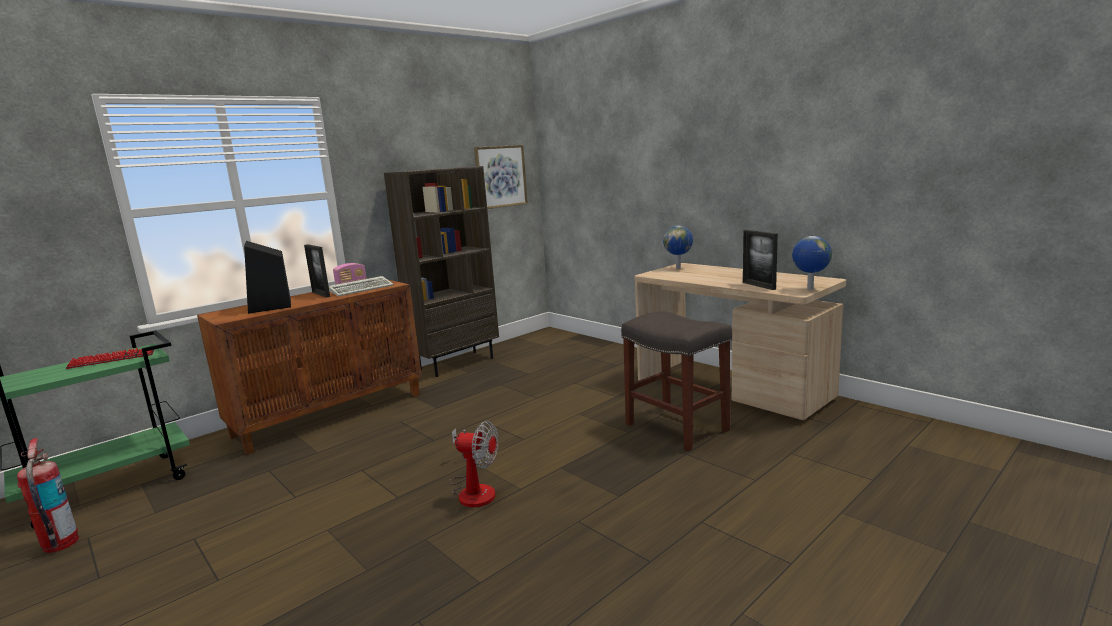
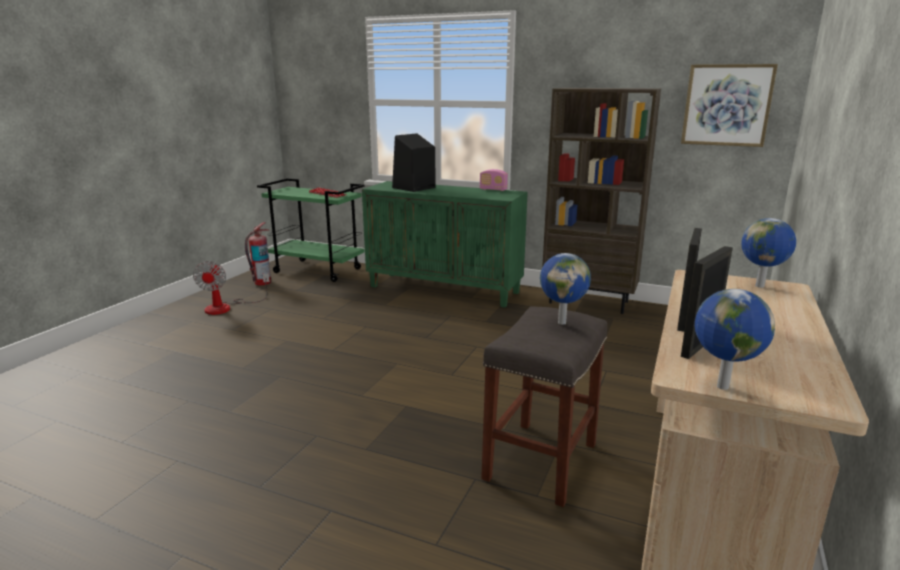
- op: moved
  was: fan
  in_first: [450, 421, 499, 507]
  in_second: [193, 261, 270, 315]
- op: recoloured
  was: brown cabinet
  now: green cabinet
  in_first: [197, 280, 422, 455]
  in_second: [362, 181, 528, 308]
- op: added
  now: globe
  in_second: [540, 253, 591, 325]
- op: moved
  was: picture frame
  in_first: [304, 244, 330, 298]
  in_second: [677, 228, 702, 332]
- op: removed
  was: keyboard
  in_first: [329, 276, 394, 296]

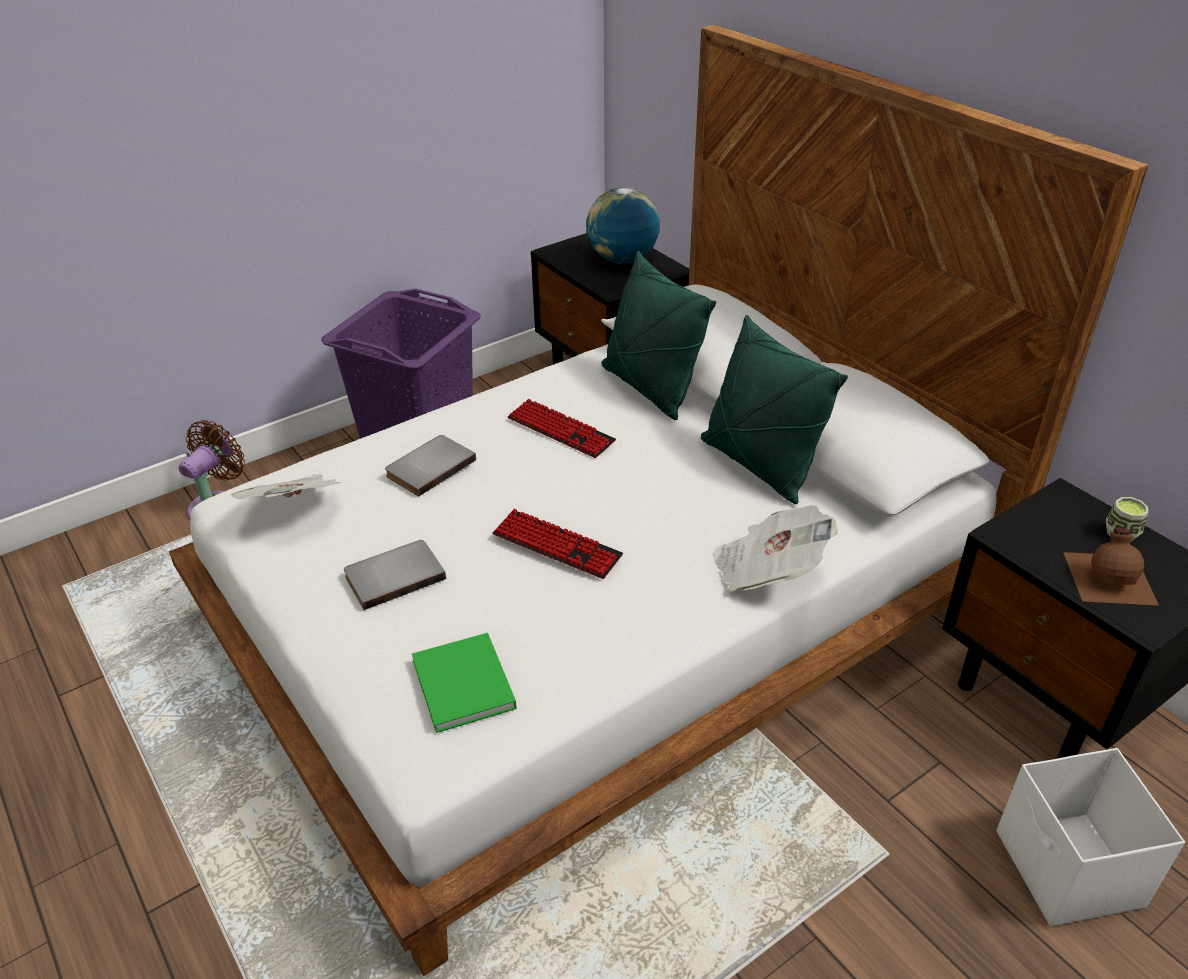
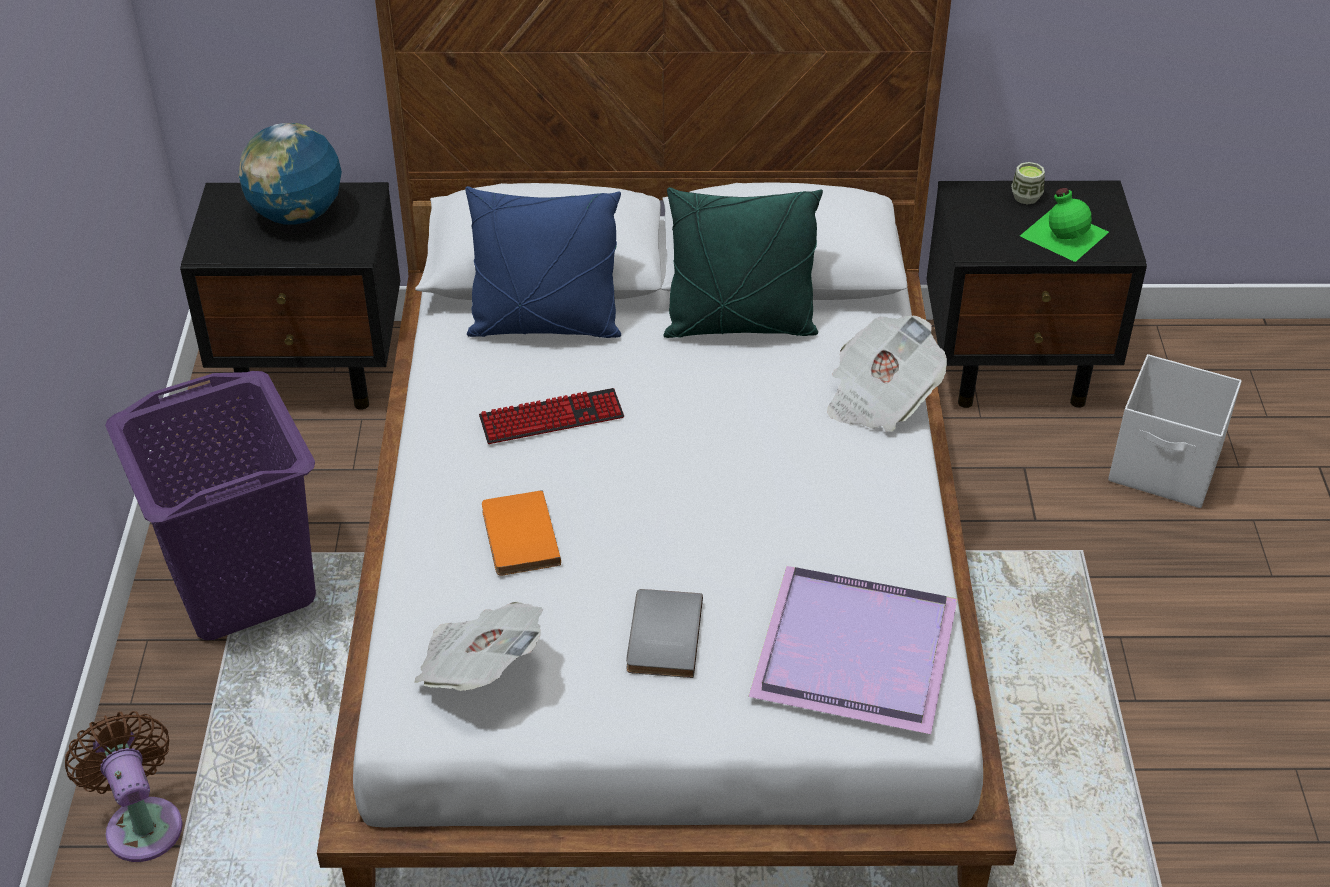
- op: recoloured
  was: green pillow
  now: blue pillow
  in_first: [601, 251, 716, 420]
  in_second: [465, 186, 621, 338]
- op: recoloured
  was: grey book
  now: orange book
  in_first: [385, 435, 476, 497]
  in_second: [482, 490, 561, 576]
- op: replaced
  was: green book
  now: purple tray
  in_first: [412, 633, 517, 733]
  in_second: [748, 566, 957, 734]
- op: recoloured
  was: brown bottle
  now: green bottle
  in_first: [1063, 528, 1159, 606]
  in_second: [1020, 188, 1109, 262]
- op: removed
  was: keyboard
  in_first: [493, 509, 623, 579]

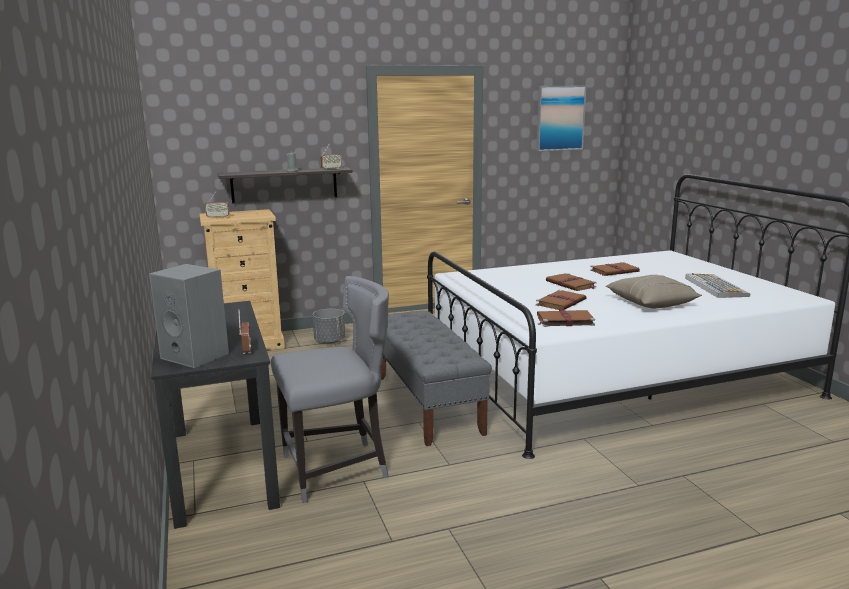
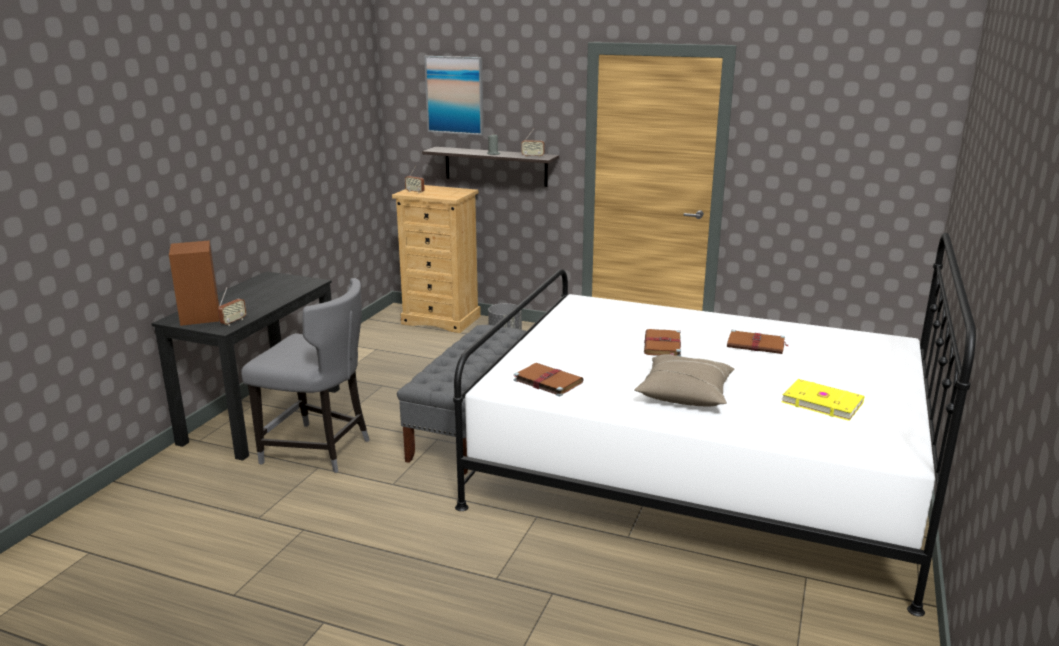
- op: recoloured
  was: grey speaker
  now: brown speaker
  in_first: [149, 264, 229, 368]
  in_second: [169, 240, 219, 326]
- op: moved
  was: picture
  in_first: [536, 86, 586, 151]
  in_second: [424, 56, 484, 135]
- op: replaced
  was: keyboard
  now: yellow book
  in_first: [685, 273, 750, 298]
  in_second: [782, 379, 864, 421]
- op: removed
  was: brown book
  in_first: [536, 290, 587, 310]

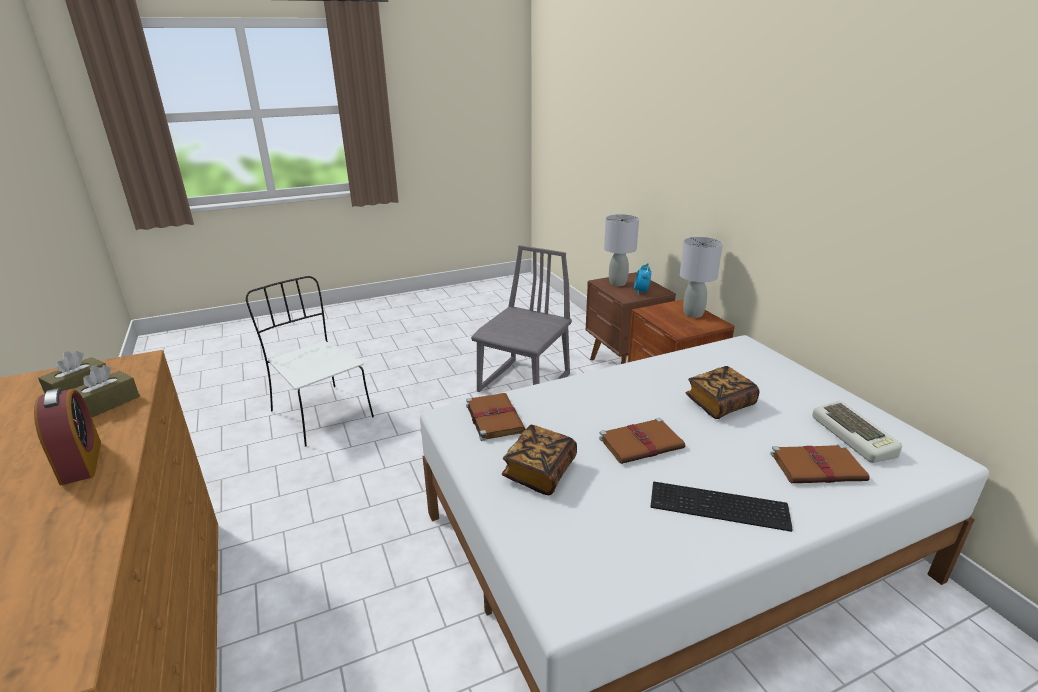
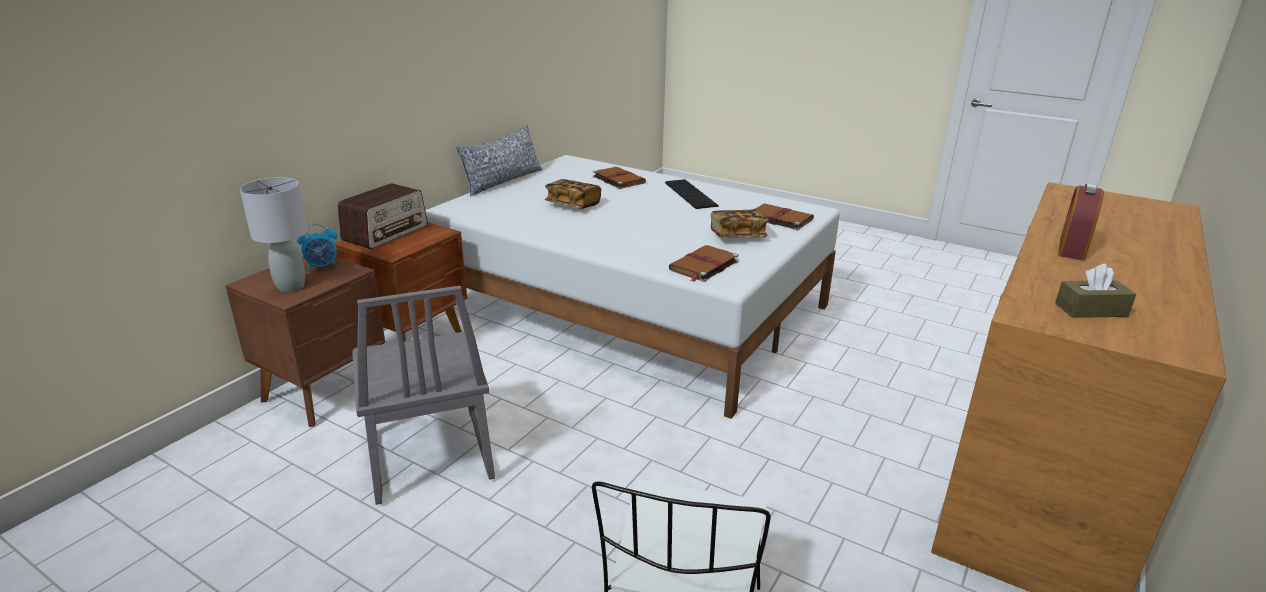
- op: replaced
  was: grey table lamp
  now: radio
  in_first: [680, 237, 723, 318]
  in_second: [338, 183, 428, 249]
- op: turned
  was: grey chair
  in_first: [471, 245, 572, 392]
  in_second: [353, 286, 495, 505]
  clockwise: -105
- op: added
  now: pillow
  in_second: [456, 125, 542, 197]
- op: moved
  was: brown book
  in_first: [599, 418, 685, 464]
  in_second: [753, 203, 814, 230]
- op: removed
  was: brown tissue box
  in_first: [74, 365, 140, 418]
- op: removed
  was: keyboard
  in_first: [812, 401, 902, 463]

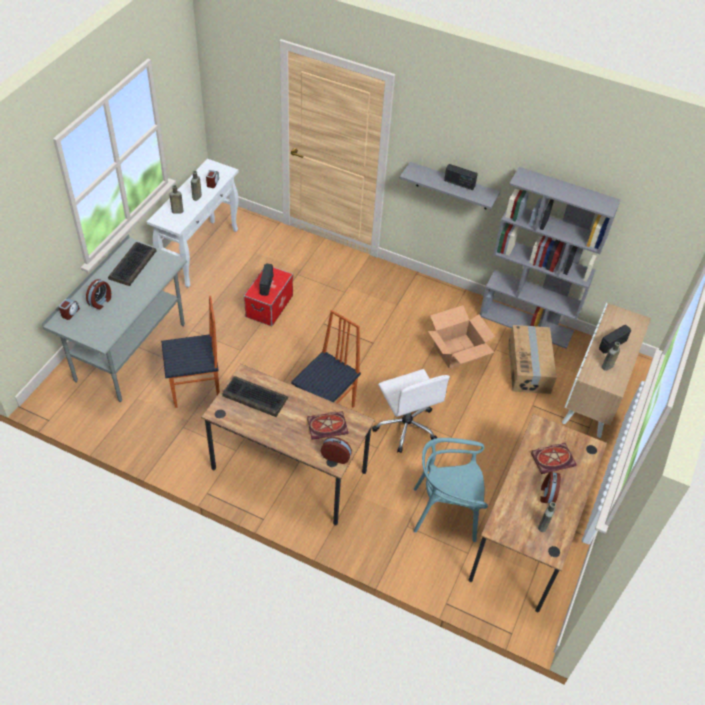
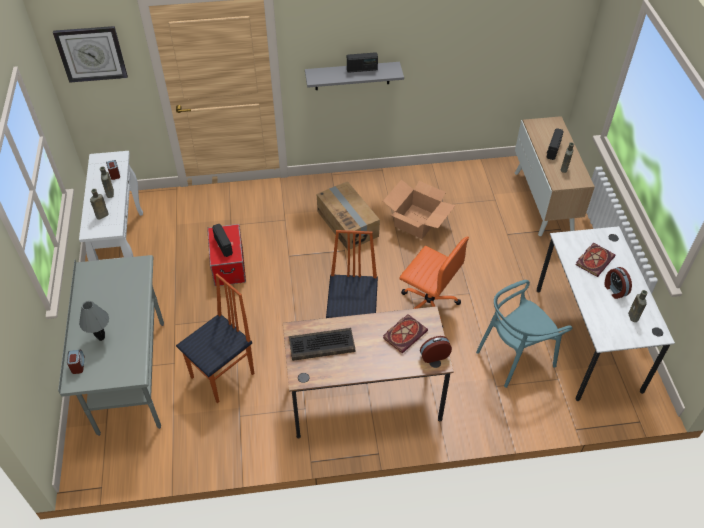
- op: added
  now: wall clock
  in_second: [53, 26, 128, 83]
- op: replaced
  was: alarm clock
  now: grey table lamp
  in_first: [86, 279, 111, 309]
  in_second: [79, 301, 109, 341]
- op: moved
  was: cardboard box
  in_first: [508, 325, 557, 394]
  in_second: [317, 181, 380, 250]
- op: recoloured
  was: white office chair
  now: orange office chair
  in_first: [372, 369, 450, 453]
  in_second: [399, 237, 469, 327]
- op: recoloured
  was: brown desk
  now: white desk
  in_first: [468, 414, 607, 612]
  in_second: [536, 226, 675, 401]
- op: removed
  was: keyboard
  in_first: [108, 242, 157, 286]
- op: removed
  was: grey bookcase
  in_first: [479, 167, 621, 349]

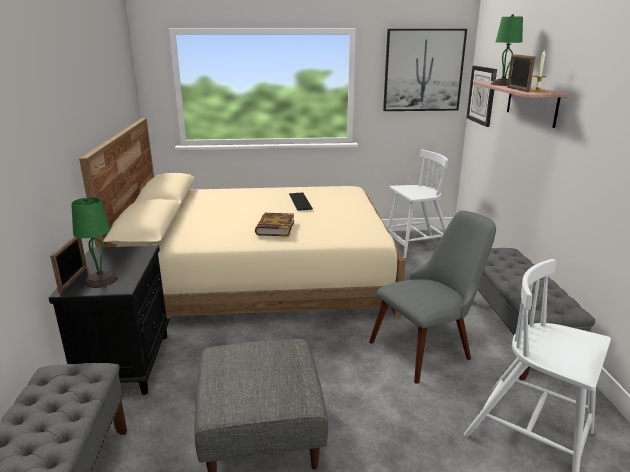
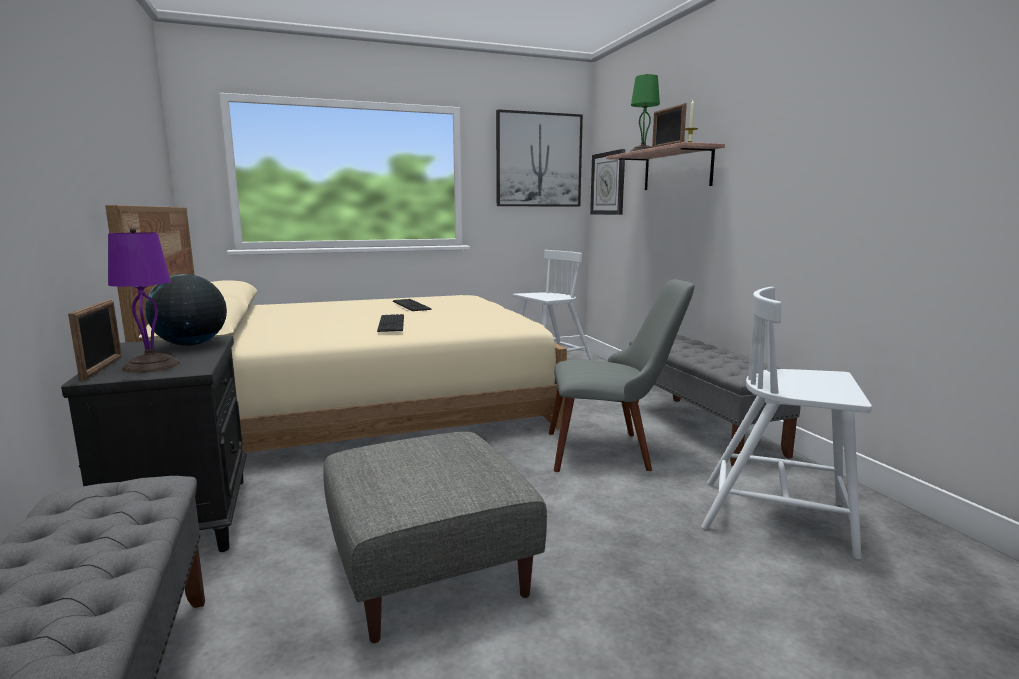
- op: recoloured
  was: green table lamp
  now: purple table lamp
  in_first: [71, 197, 118, 288]
  in_second: [108, 228, 180, 373]
- op: added
  now: globe
  in_second: [145, 274, 227, 346]
- op: replaced
  was: book
  now: keyboard
  in_first: [255, 213, 294, 237]
  in_second: [377, 314, 404, 332]
- op: turned
  was: grey chair
  in_first: [369, 211, 496, 384]
  in_second: [549, 279, 694, 472]
  clockwise: 45

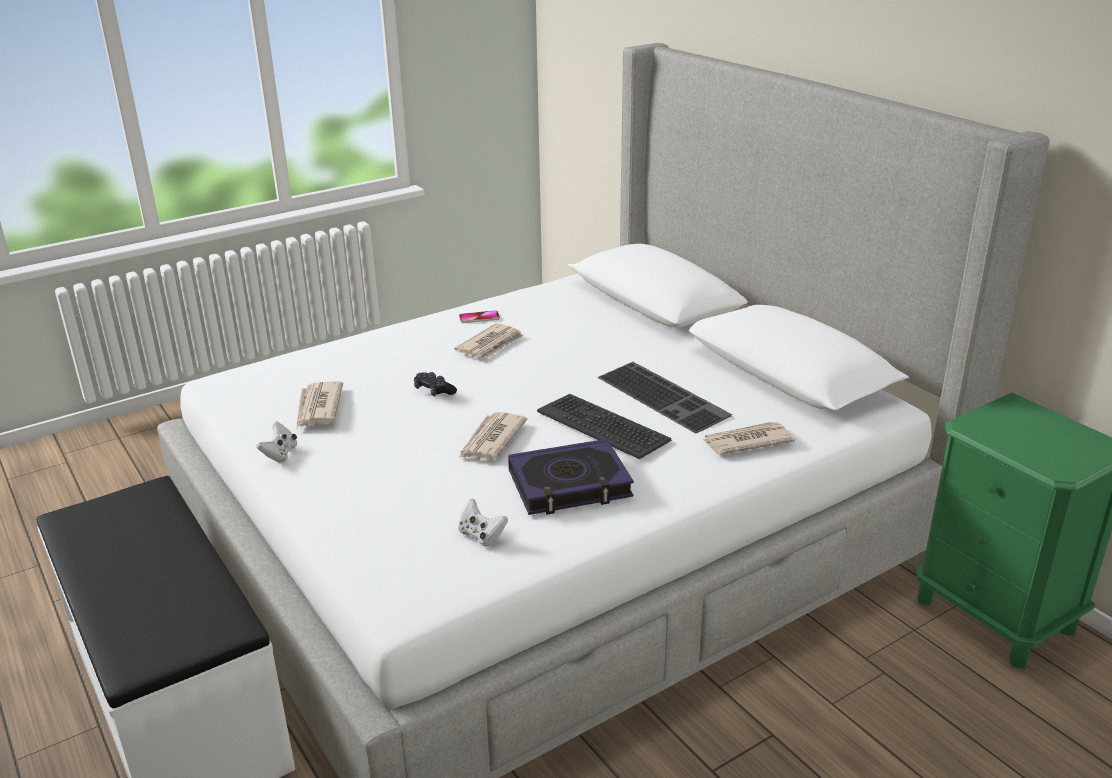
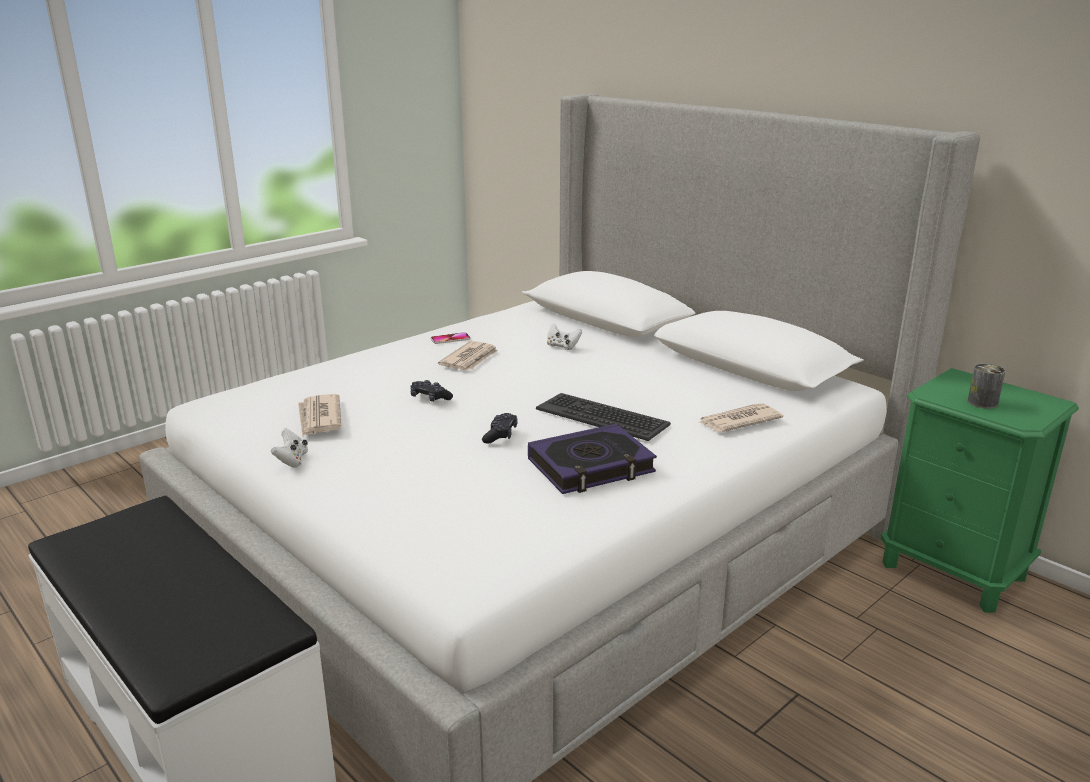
- op: replaced
  was: newspaper
  now: black game controller
  in_first: [458, 412, 527, 460]
  in_second: [482, 413, 518, 444]
- op: moved
  was: white game controller
  in_first: [458, 498, 508, 546]
  in_second: [547, 323, 582, 350]
- op: added
  now: can
  in_second: [968, 363, 1005, 409]
- op: removed
  was: keyboard
  in_first: [597, 362, 732, 434]

